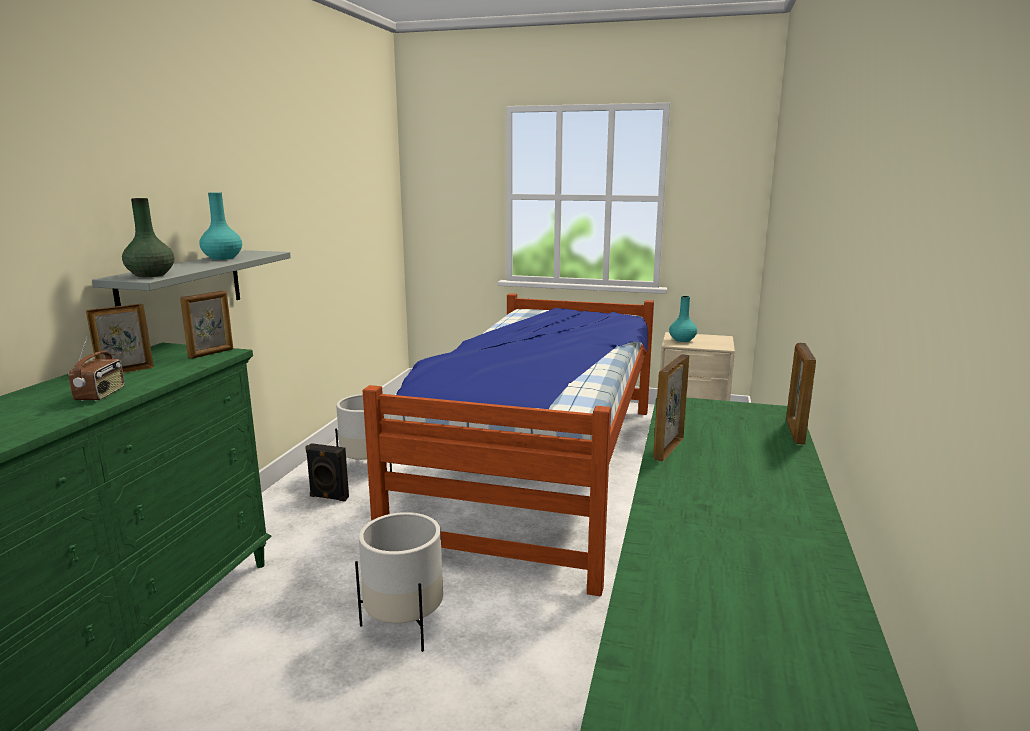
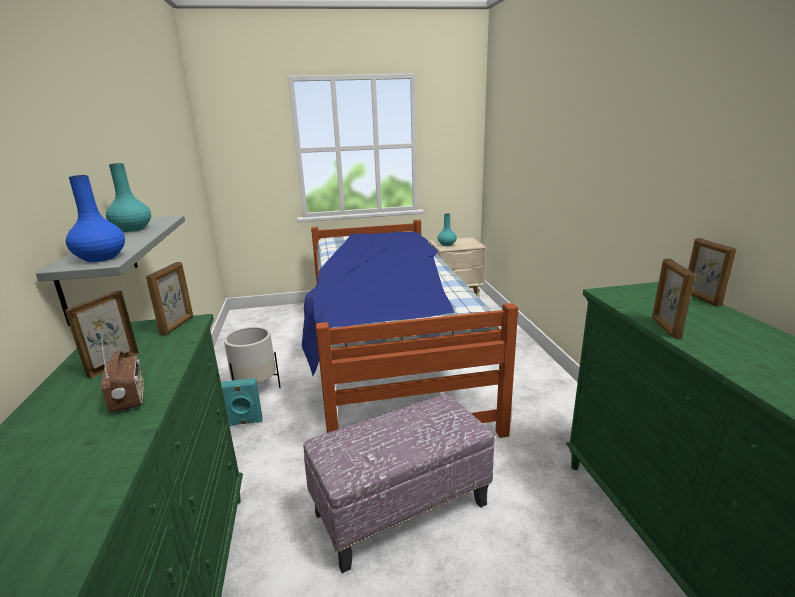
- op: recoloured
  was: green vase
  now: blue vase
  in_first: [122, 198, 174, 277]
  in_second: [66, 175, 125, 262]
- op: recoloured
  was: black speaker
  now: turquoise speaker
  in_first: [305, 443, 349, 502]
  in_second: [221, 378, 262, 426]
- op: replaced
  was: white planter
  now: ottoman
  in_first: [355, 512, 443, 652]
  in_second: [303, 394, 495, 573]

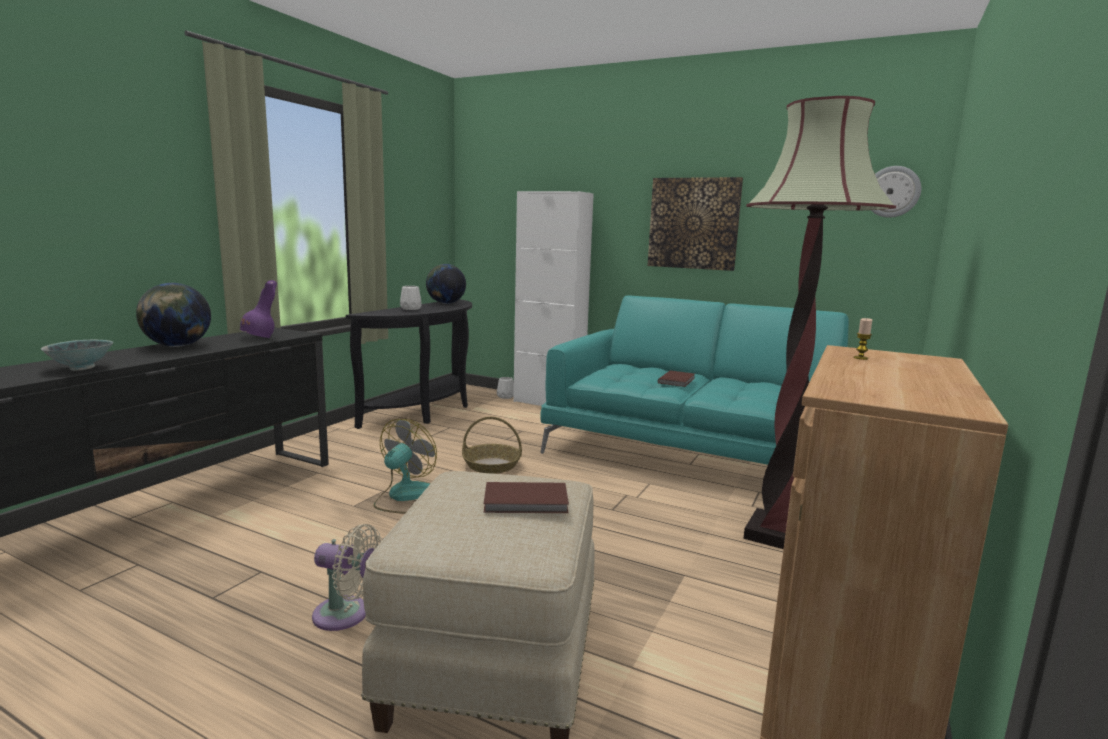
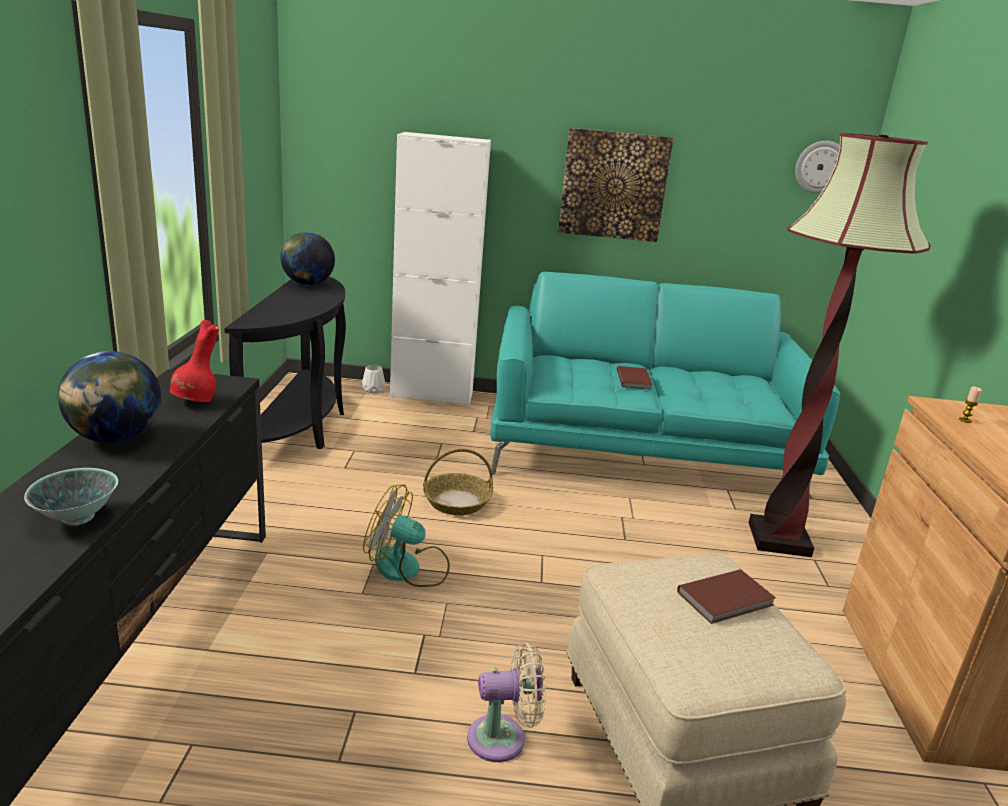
- op: recoloured
  was: purple vase
  now: red vase
  in_first: [240, 280, 277, 338]
  in_second: [170, 320, 219, 402]
- op: turned
  was: fan
  in_first: [374, 419, 437, 514]
  in_second: [363, 484, 450, 587]
  clockwise: -75
- op: removed
  was: white vase
  in_first: [400, 286, 422, 310]

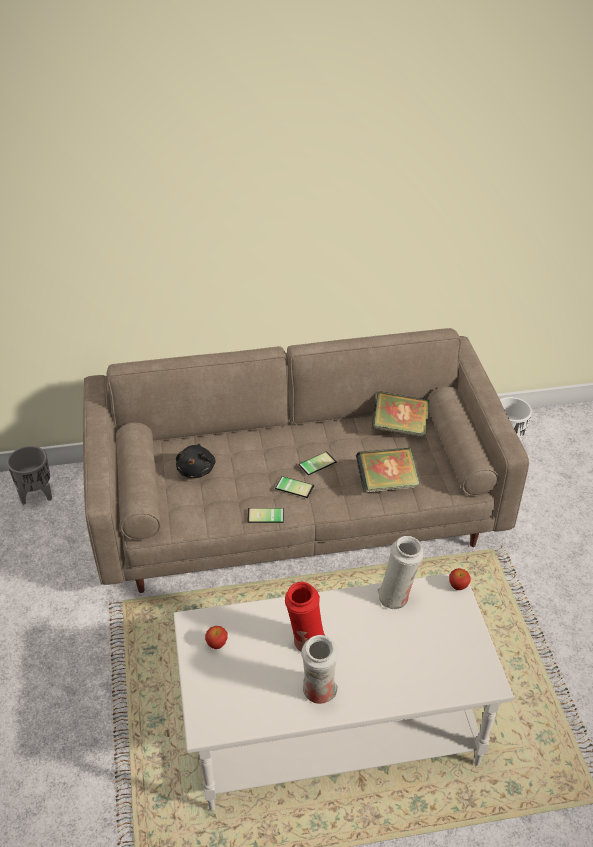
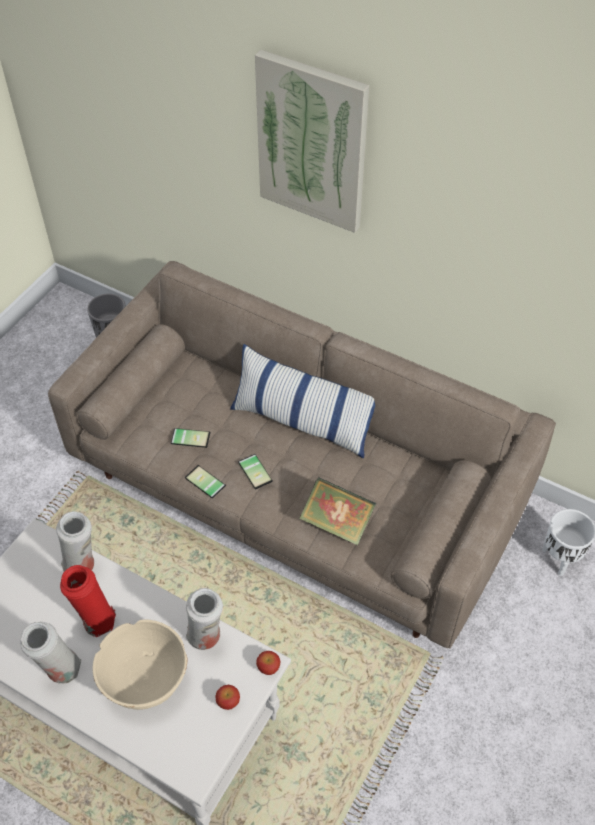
- op: added
  now: white vase
  in_second: [56, 511, 94, 572]
- op: added
  now: beige bowl
  in_second: [92, 619, 187, 710]
- op: moved
  was: phone
  in_first: [299, 451, 337, 476]
  in_second: [171, 428, 210, 448]
- op: moved
  was: apple
  in_first: [205, 626, 227, 649]
  in_second: [215, 685, 240, 710]
- op: added
  now: pillow
  in_second: [230, 344, 375, 458]
- op: added
  now: picture
  in_second: [255, 50, 369, 233]
- op: removed
  was: black plush toy
  in_first: [176, 444, 216, 478]
- op: removed
  was: book
  in_first: [372, 391, 429, 438]

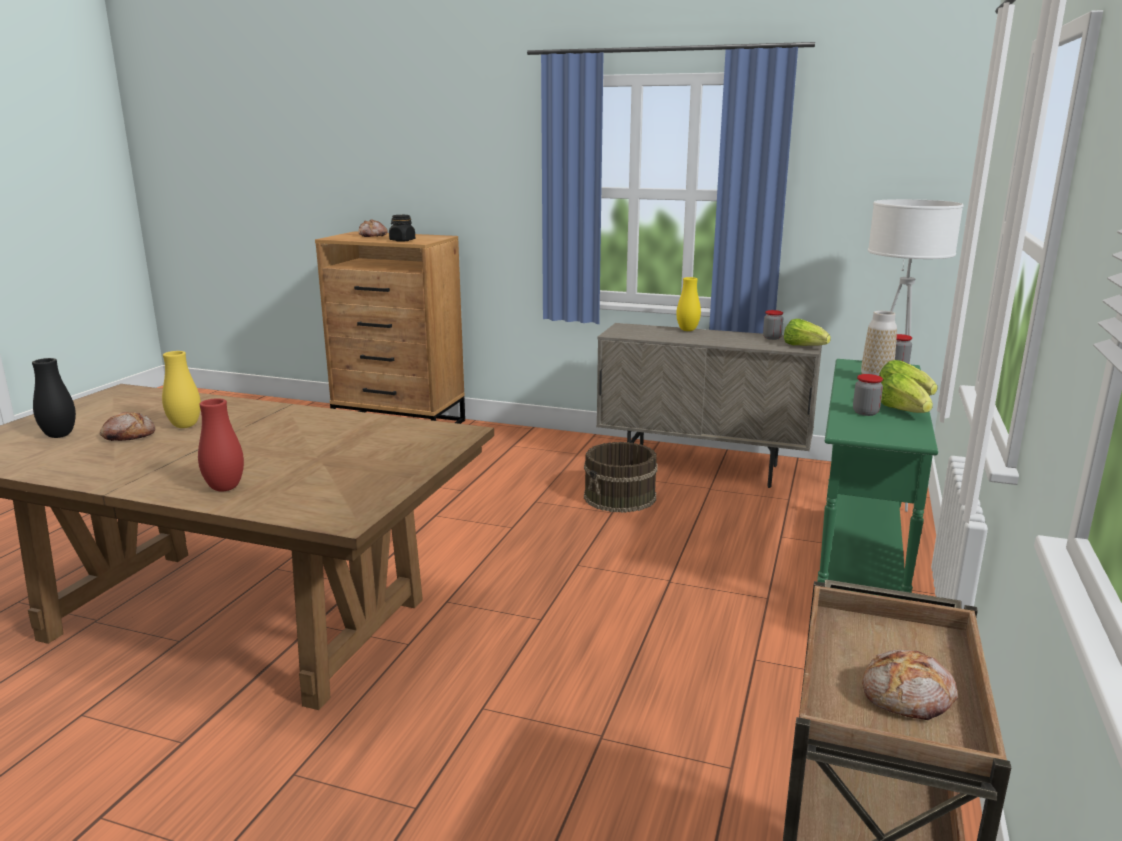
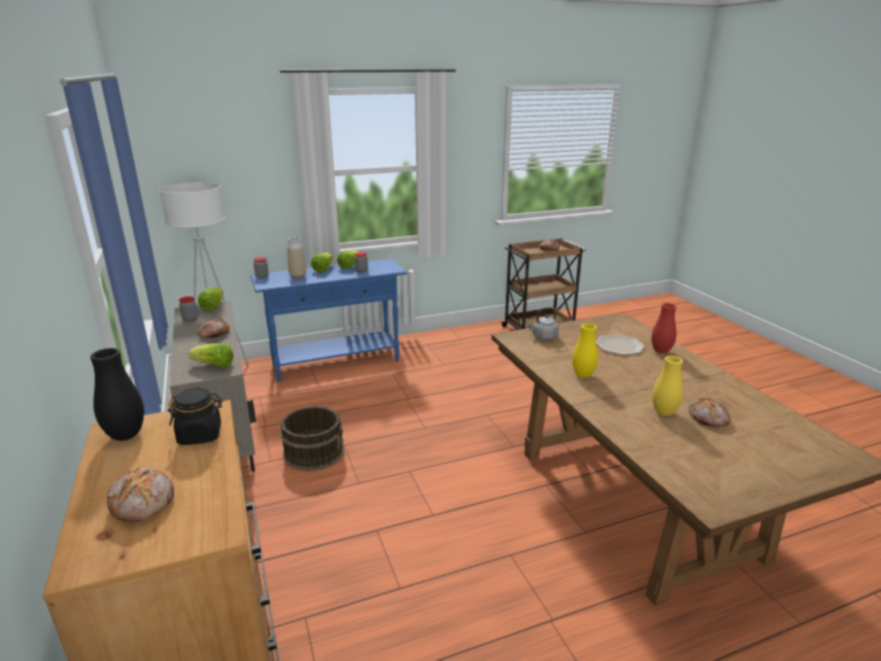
- op: moved
  was: black vase
  in_first: [32, 358, 76, 438]
  in_second: [90, 348, 144, 441]
- op: added
  now: lettuce
  in_second: [188, 343, 234, 368]
- op: added
  now: bread
  in_second: [198, 319, 230, 338]
- op: recoloured
  was: green console table
  now: blue console table
  in_first: [817, 359, 938, 601]
  in_second: [251, 259, 407, 382]
- op: added
  now: grey kettle
  in_second: [526, 307, 559, 340]
- op: moved
  was: yellow vase
  in_first: [676, 277, 701, 331]
  in_second: [572, 323, 598, 378]
- op: added
  now: plate
  in_second: [596, 334, 645, 355]

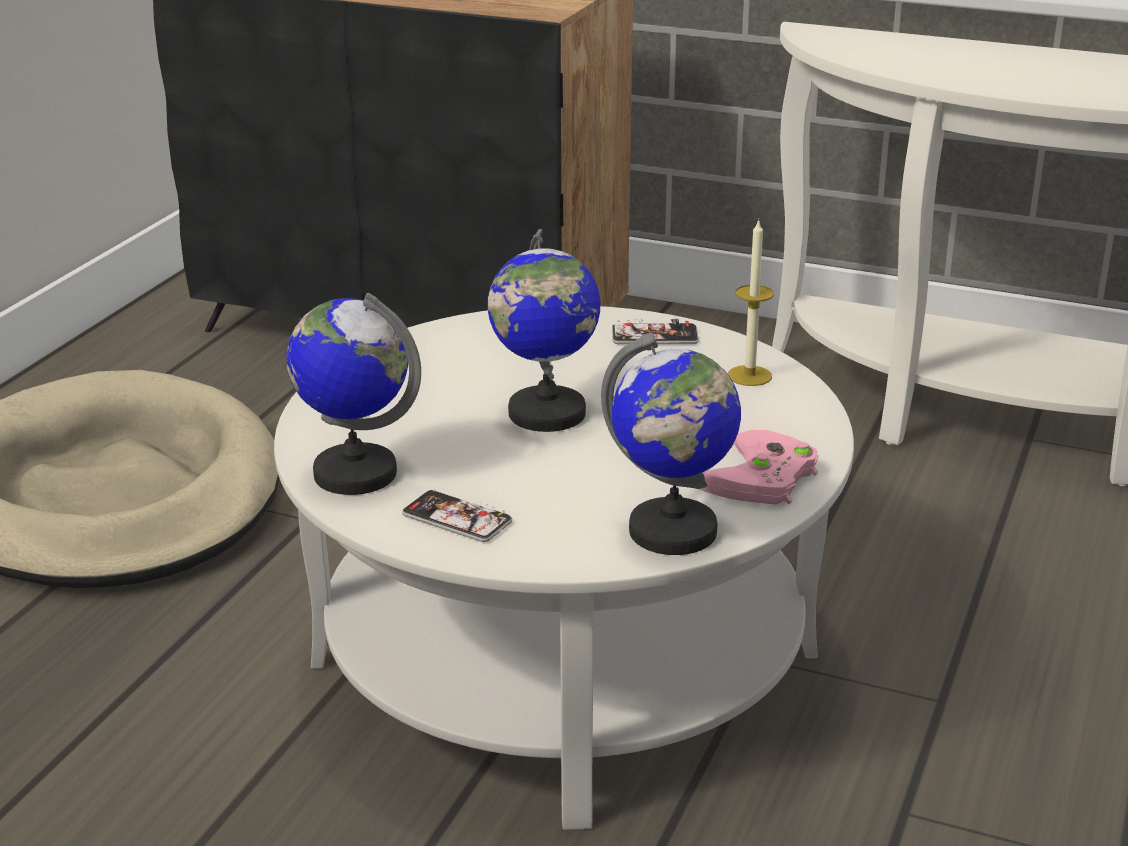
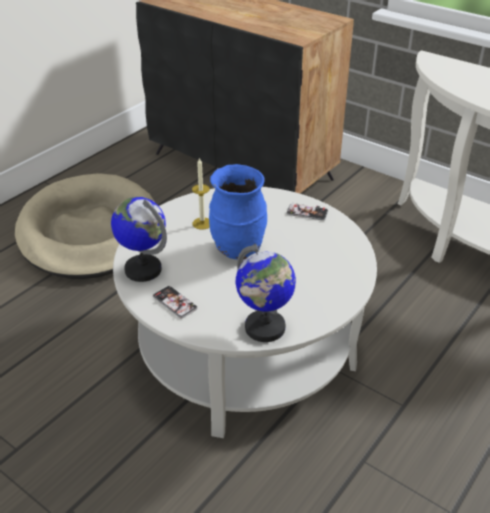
- op: moved
  was: candle
  in_first: [728, 219, 774, 386]
  in_second: [192, 157, 210, 230]
- op: replaced
  was: globe
  now: blue vase
  in_first: [488, 229, 600, 432]
  in_second: [209, 164, 267, 259]
- op: removed
  was: pink game controller
  in_first: [700, 430, 818, 505]

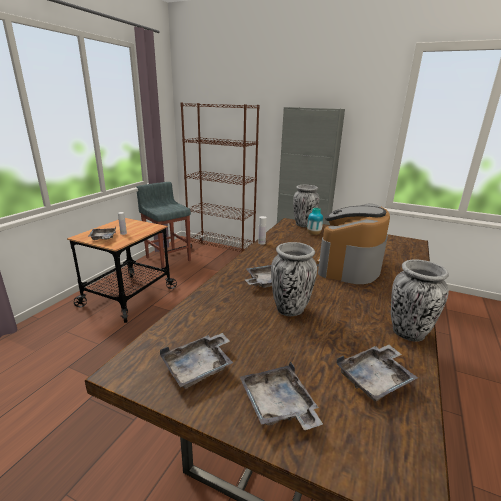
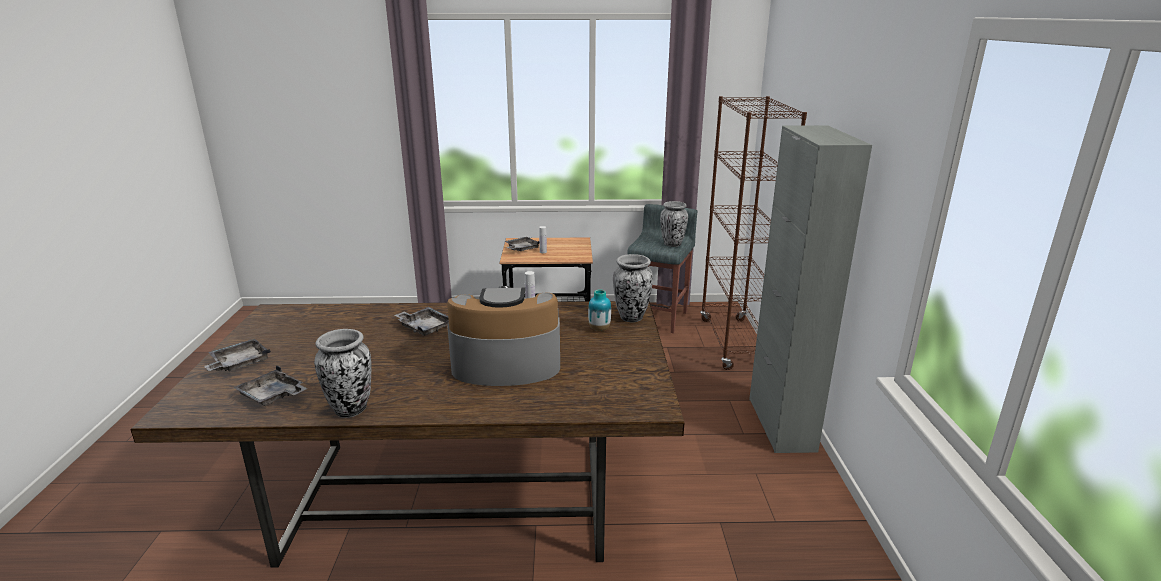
- op: moved
  was: vase
  in_first: [271, 242, 317, 316]
  in_second: [660, 201, 688, 247]
- op: removed
  was: grey tray
  in_first: [160, 333, 233, 389]

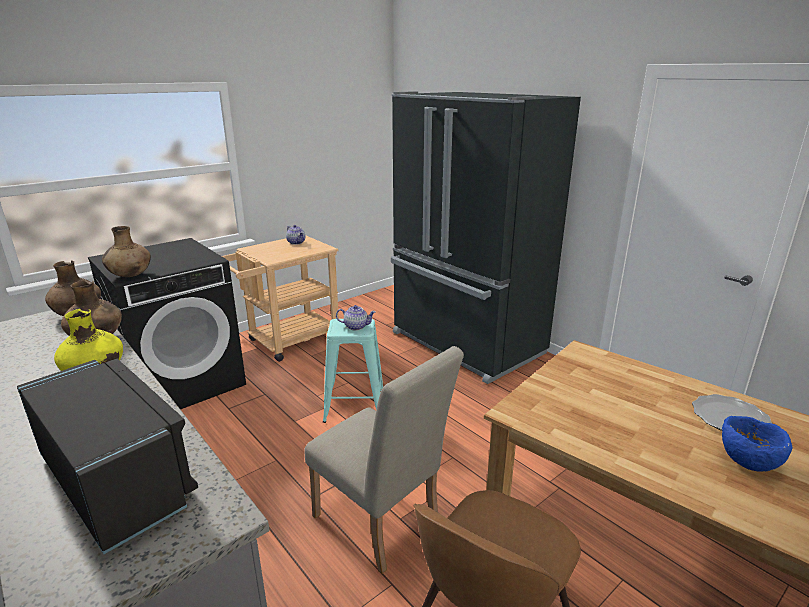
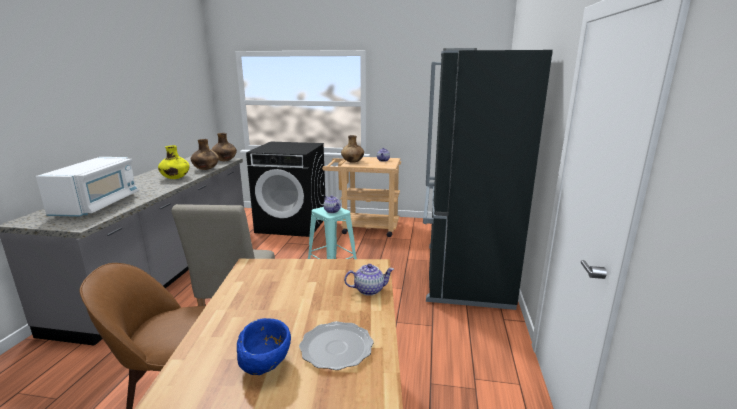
- op: recoloured
  was: black microwave
  now: white microwave
  in_first: [17, 359, 198, 554]
  in_second: [36, 157, 138, 217]
- op: moved
  was: brown vase
  in_first: [102, 226, 151, 277]
  in_second: [341, 135, 364, 163]
- op: added
  now: teapot
  in_second: [344, 264, 394, 296]

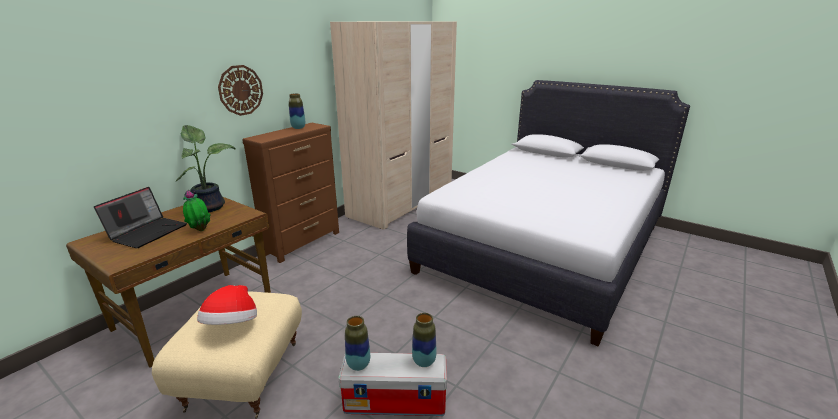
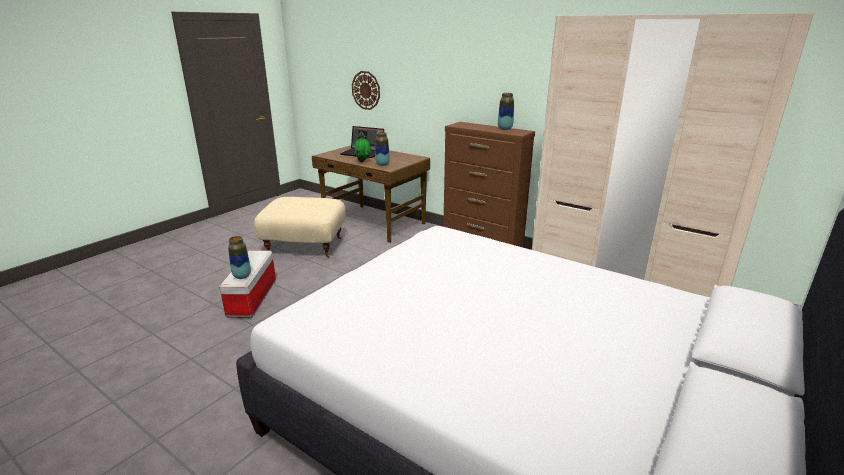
- op: moved
  was: wall clock
  in_first: [218, 65, 263, 116]
  in_second: [352, 71, 380, 110]
- op: moved
  was: vase
  in_first: [345, 316, 370, 371]
  in_second: [375, 132, 390, 166]
- op: removed
  was: potted plant
  in_first: [176, 125, 236, 212]
- op: removed
  was: hat
  in_first: [197, 285, 257, 325]

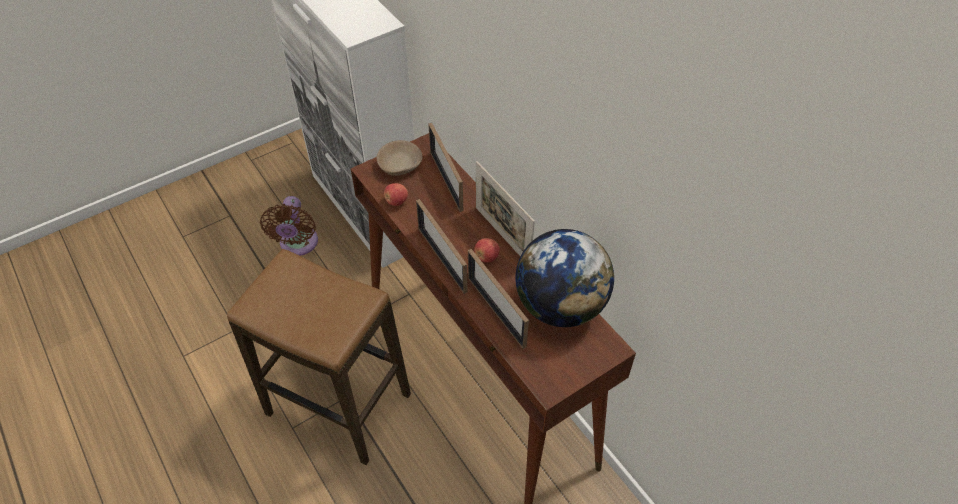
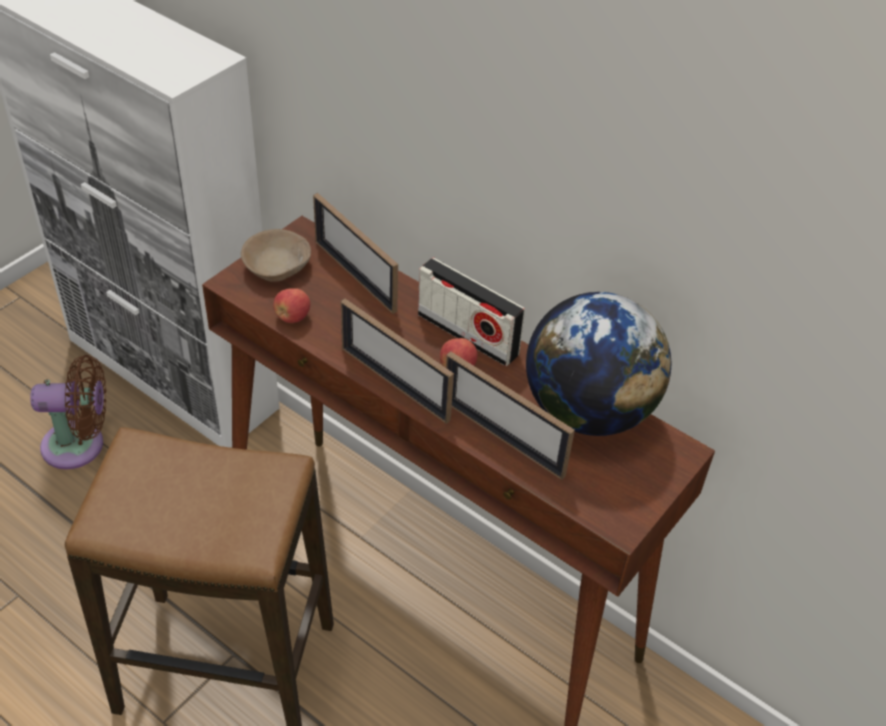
- op: turned
  was: brown fan
  in_first: [260, 196, 318, 256]
  in_second: [30, 355, 106, 469]
  clockwise: -75
- op: replaced
  was: picture frame
  now: radio
  in_first: [476, 161, 535, 256]
  in_second: [418, 258, 525, 366]

